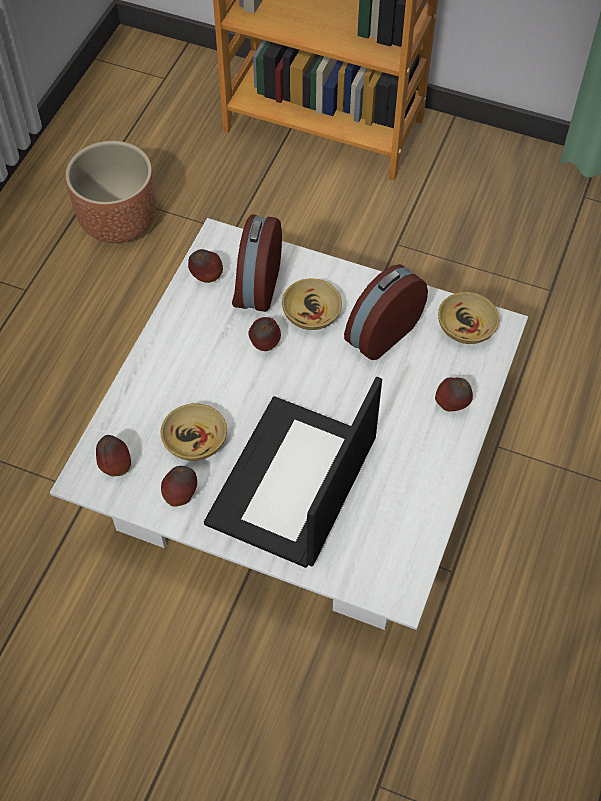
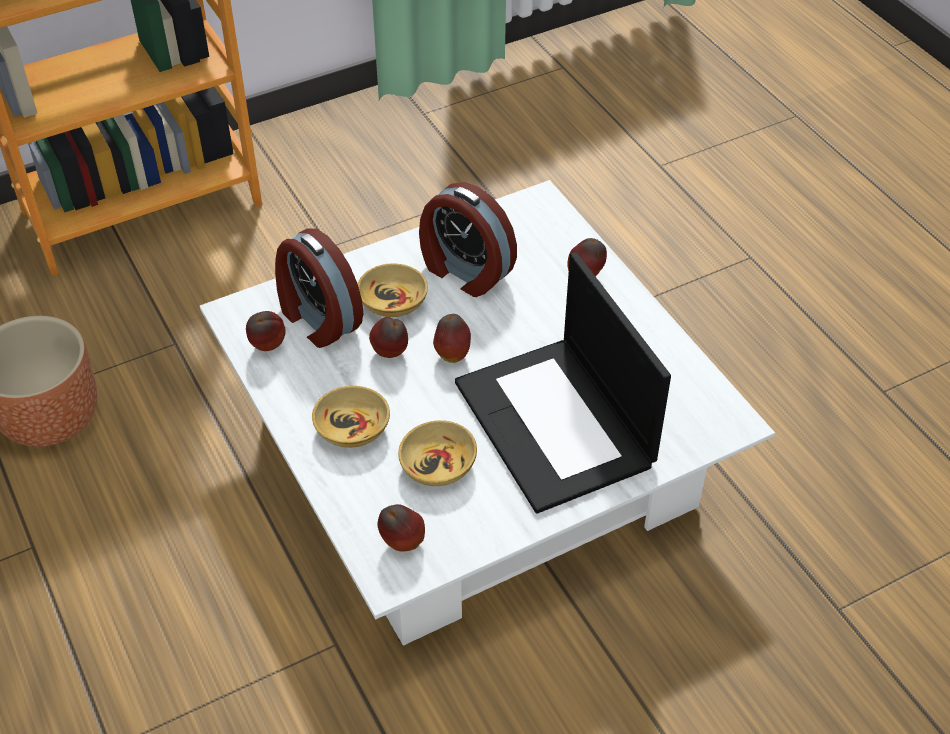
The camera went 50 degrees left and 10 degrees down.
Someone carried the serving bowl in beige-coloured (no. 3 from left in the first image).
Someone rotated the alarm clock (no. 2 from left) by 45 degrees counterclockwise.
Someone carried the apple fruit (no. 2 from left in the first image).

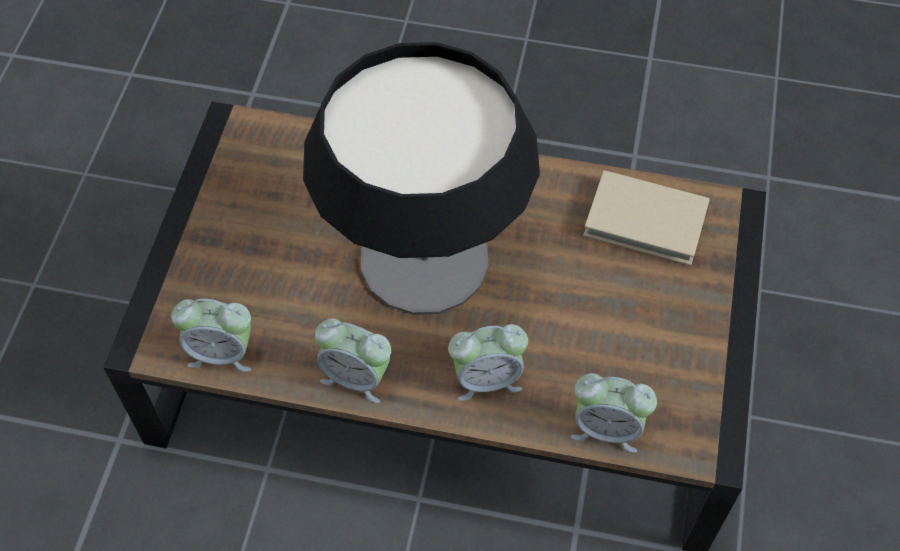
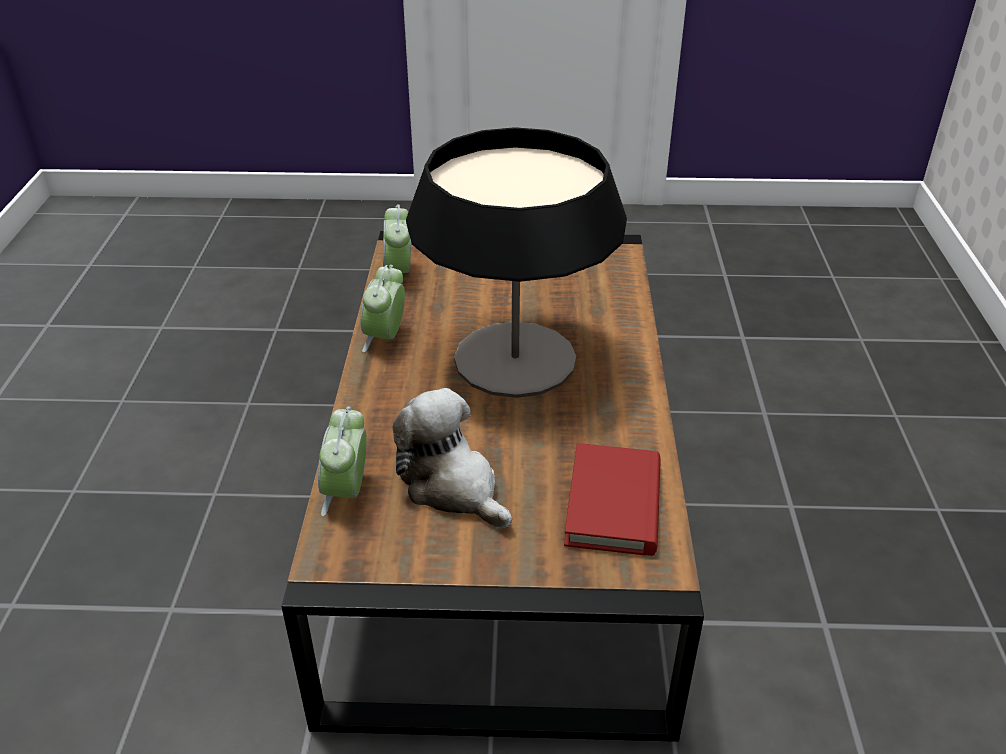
The camera went 80 degrees right and 20 degrees down.
Someone put down the cuddly toy.
Someone repainted the volume in beige-coloured, which became the volume in reddish.
Someone took away the alarm clock (no. 3 from left).

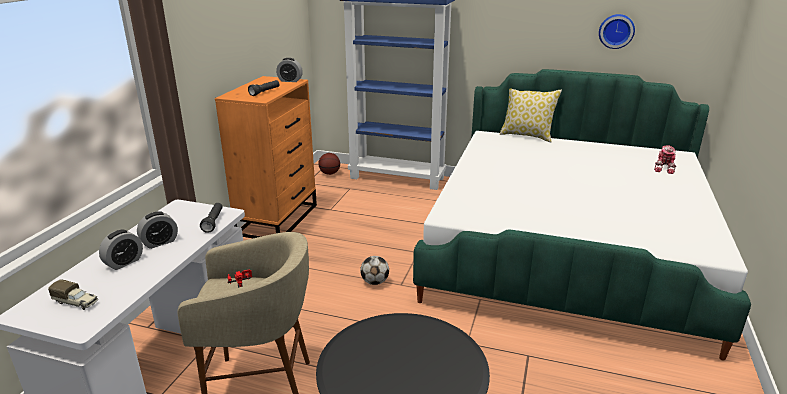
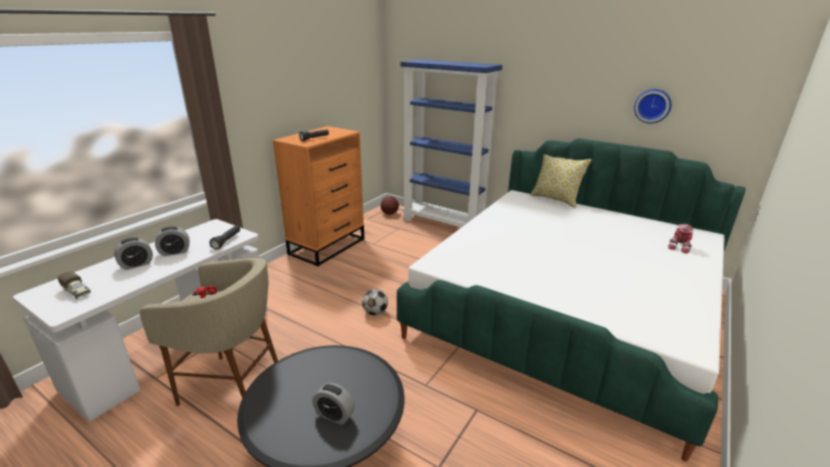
The camera went 15 degrees right and 0 degrees up.
Someone carried the alarm clock (no. 3 from left).

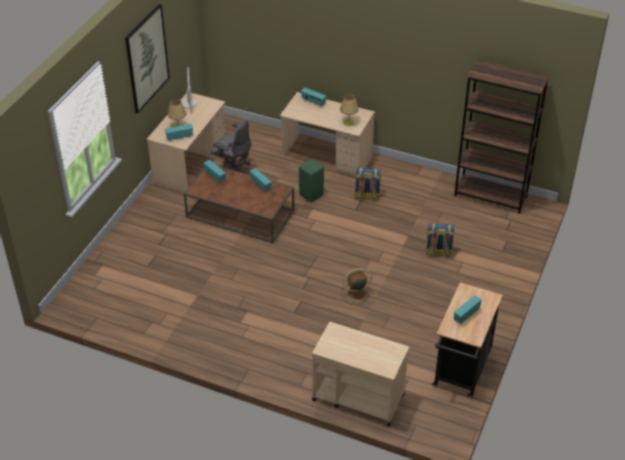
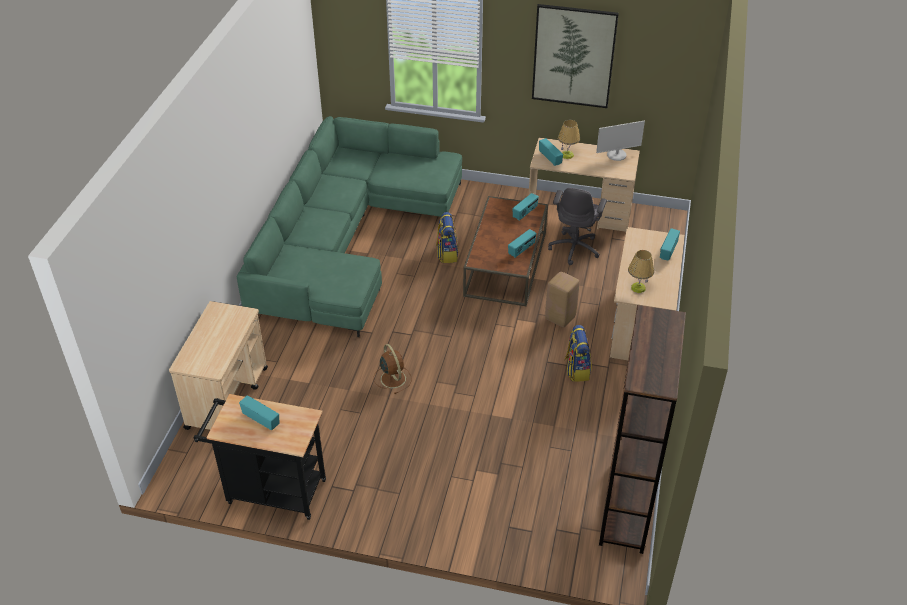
The camera went 80 degrees right and 0 degrees up.
Someone put down the couch in green.
Someone carried the knapsack (no. 2 from left in the first image).
Someone repainted the sitting stool in green, which became the sitting stool in beige-coloured.

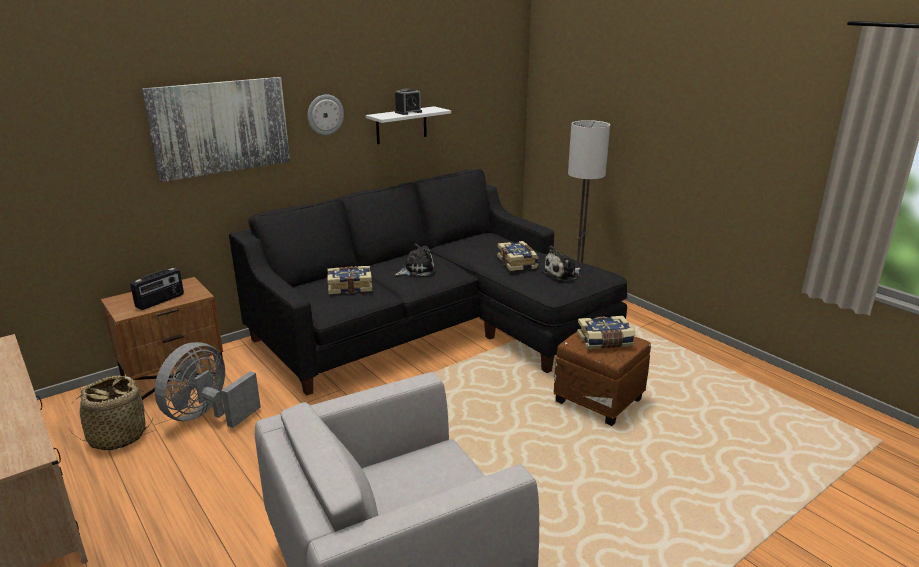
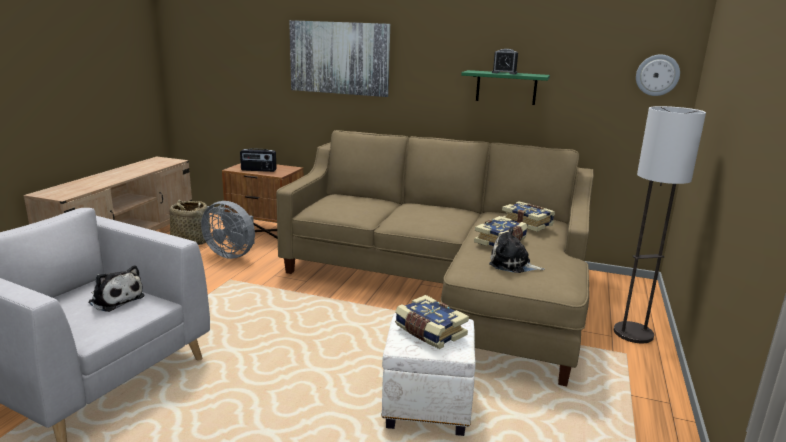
The camera went 55 degrees right and 5 degrees down.
Someone carried the cuddly toy (no. 1 from left).
Someone rotated the electric fan in gray by 150 degrees counterclockwise.
Someone repainted the couch in black-coloured, which became the couch in beige-coloured.
Someone repainted the ottoman in brown-coloured, which became the ottoman in white.
Someone repainted the wall shelf in white, which became the wall shelf in green.
Someone carried the volume (no. 1 from left in the first image).
Someone carried the clock on the wall.

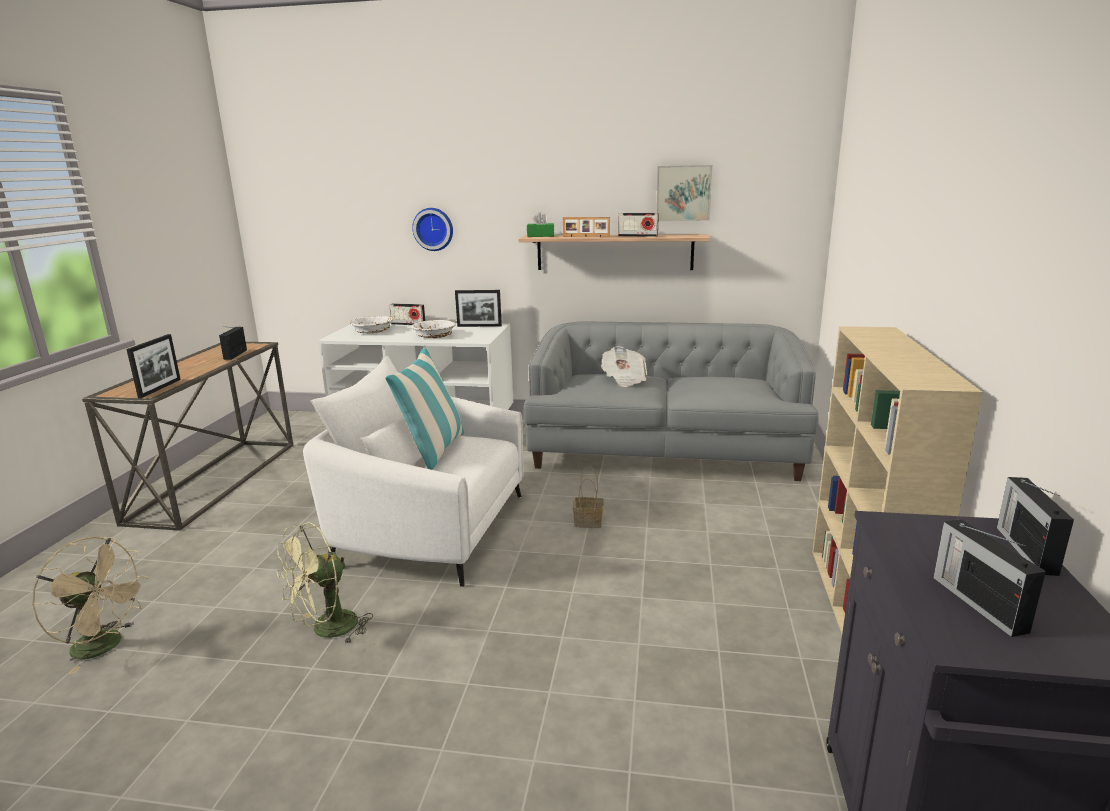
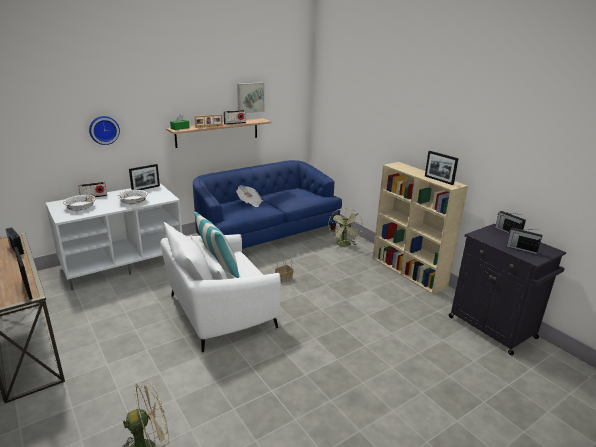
The camera went 45 degrees left and 5 degrees up.
Someone repainted the couch in gray, which became the couch in bluish.
Someone carried the electric fan in green.
Someone put down the standing frame (no. 4 from left).

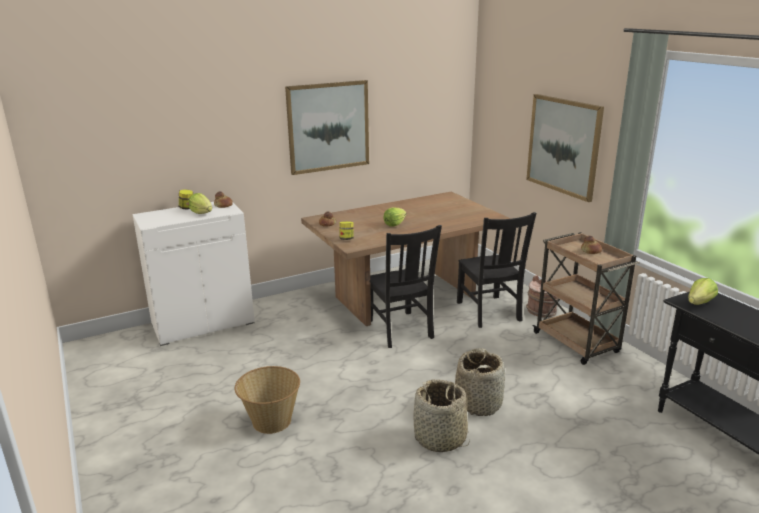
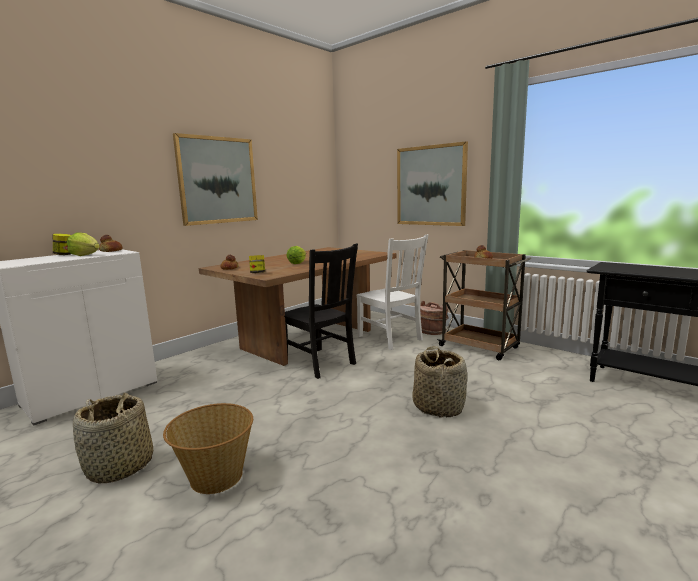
The camera went 20 degrees left and 10 degrees down.
Someone carried the basket (no. 2 from left in the first image).
Someone repainted the chair in black-coloured (no. 2 from left), which became the chair in white.
Someone took away the head of lettuce (no. 3 from left).

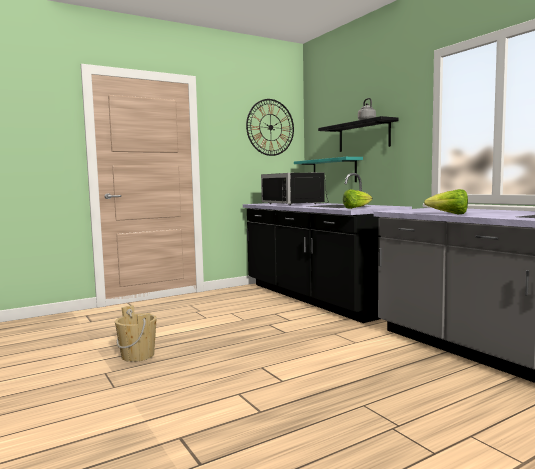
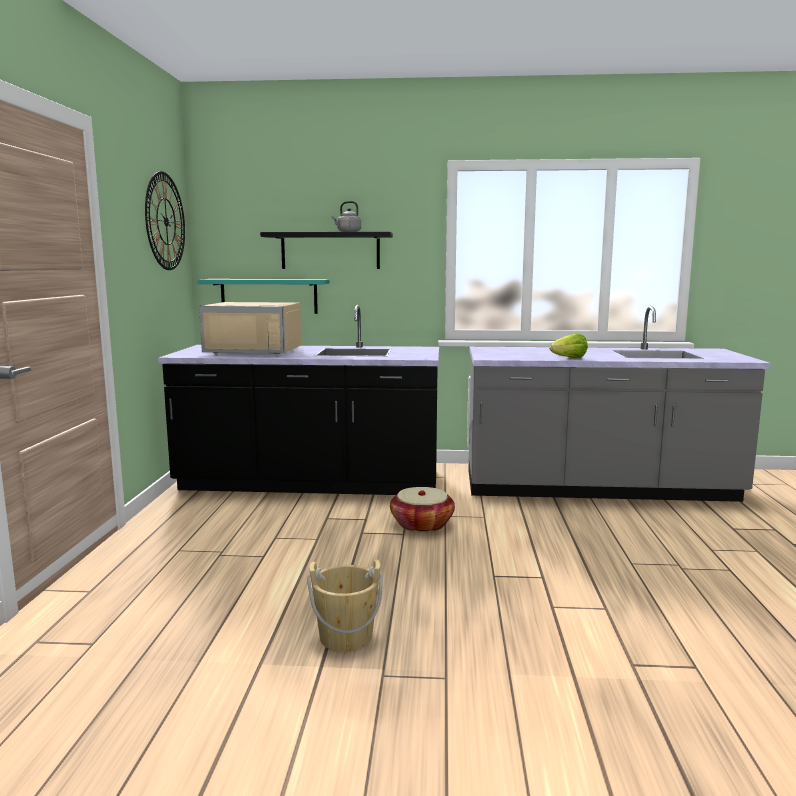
The camera went 55 degrees left and 5 degrees up.
Someone repainted the kitchen microwave in black-coloured, which became the kitchen microwave in beige-coloured.
Someone put down the basket.
Someone took away the head of lettuce (no. 1 from left).

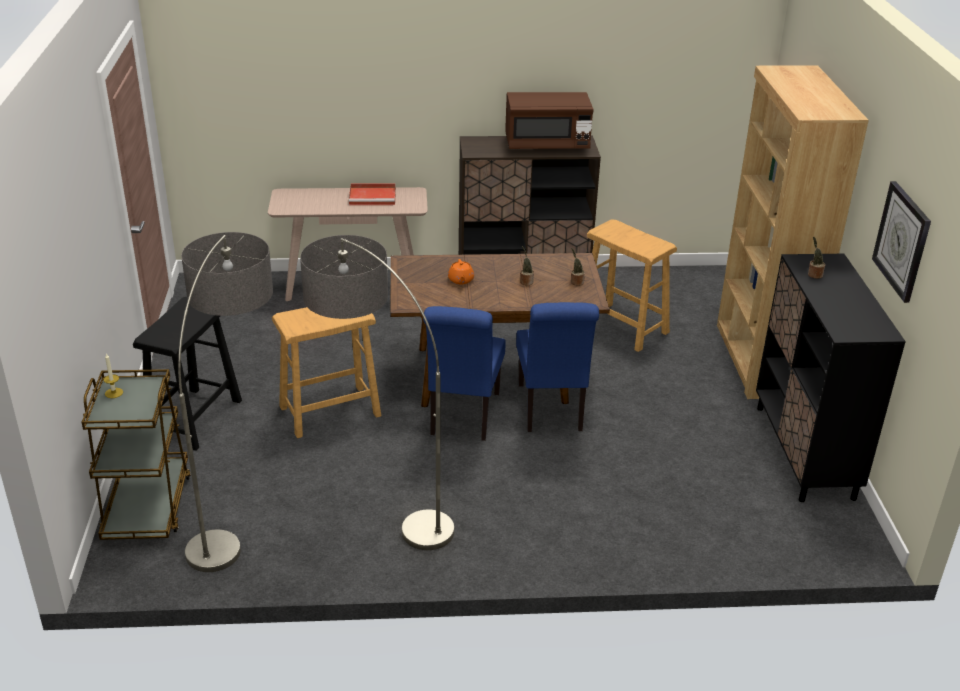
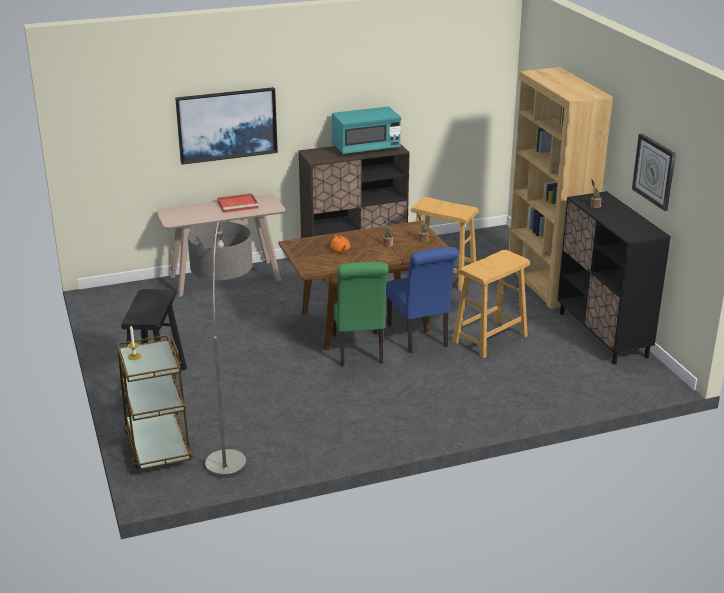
The camera went 15 degrees left and 5 degrees down.
Someone put up the wall art.
Someone repainted the kitchen microwave in brown-coloured, which became the kitchen microwave in turquoise.
Someone repainted the chair in bluish (no. 1 from left), which became the chair in green.
Someone carried the sitting stool in beige-coloured (no. 1 from left in the first image).
Someone took away the standing lamp (no. 2 from left).

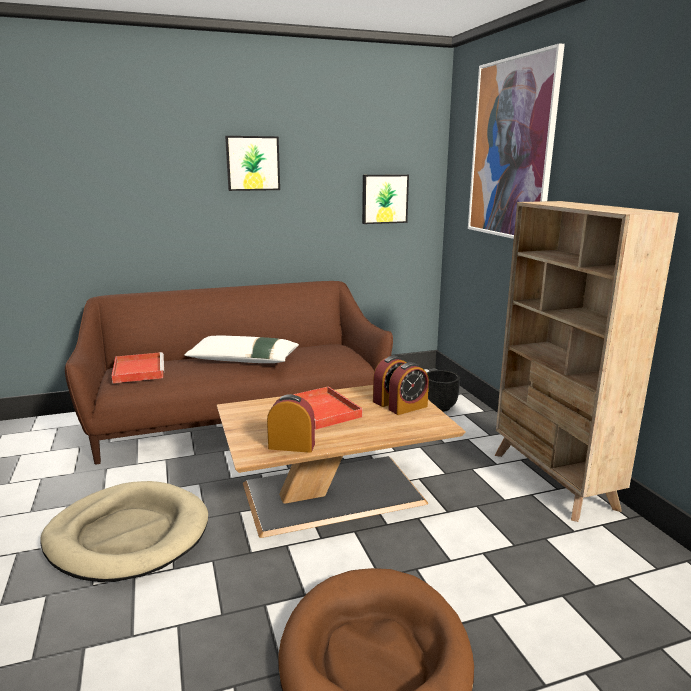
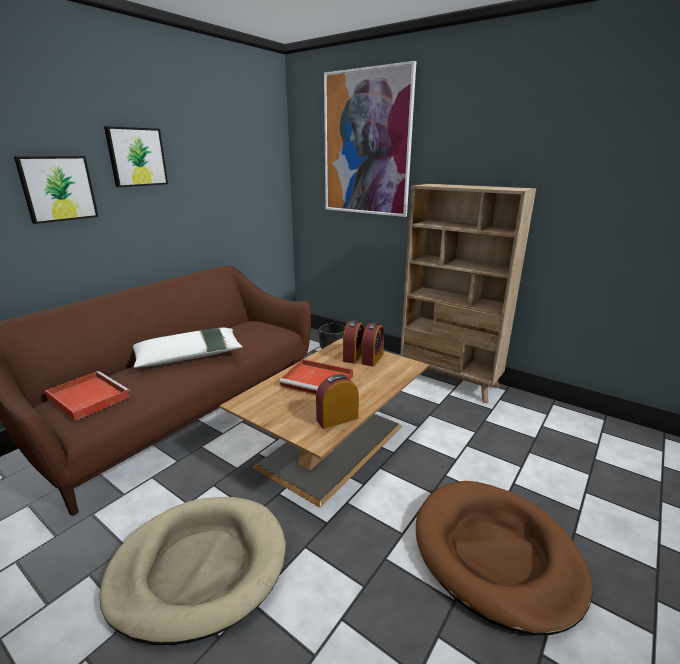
The camera went 35 degrees left and 5 degrees up.
Someone carried the wall art (no. 2 from left in the first image).

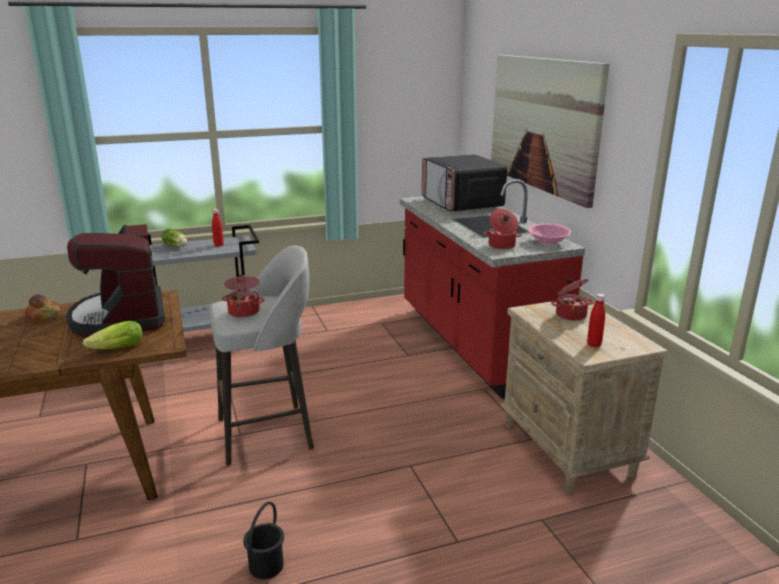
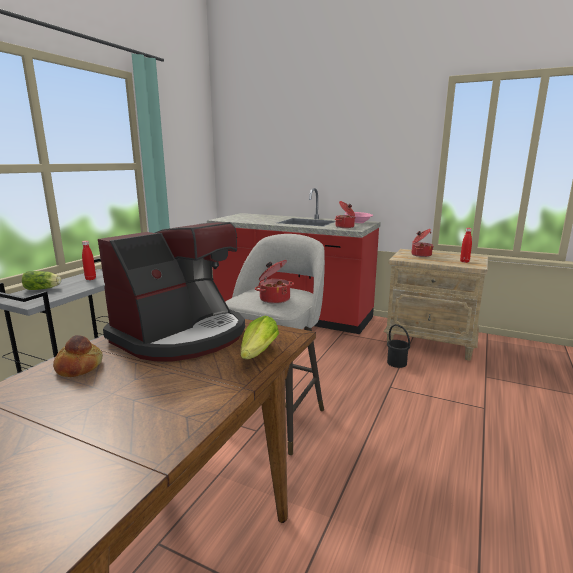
The camera went 45 degrees left and 5 degrees down.
Someone rotated the coffee machine by 75 degrees counterclockwise.
Someone carried the water bucket in black-coloured.
Someone took away the kitchen microwave.
Someone took away the wall art.

